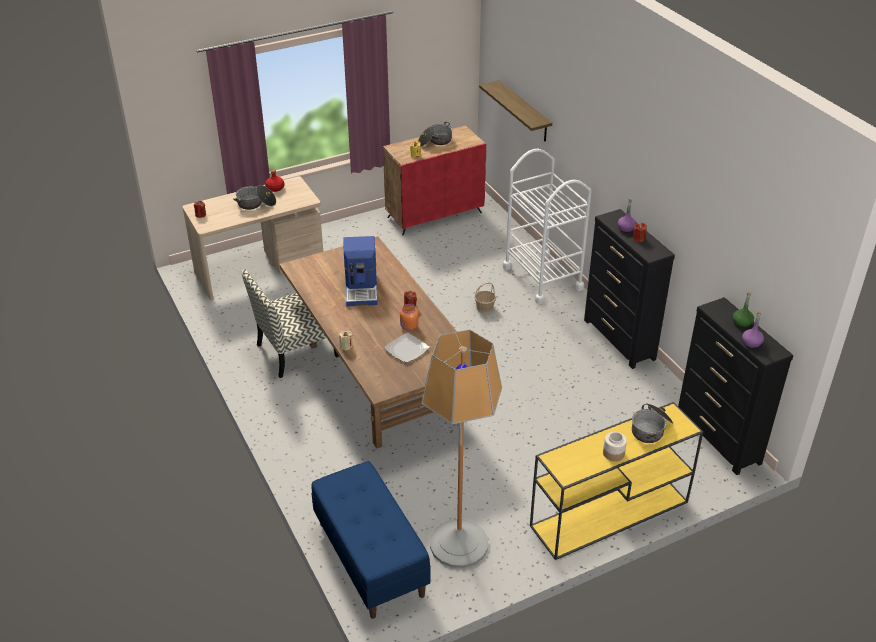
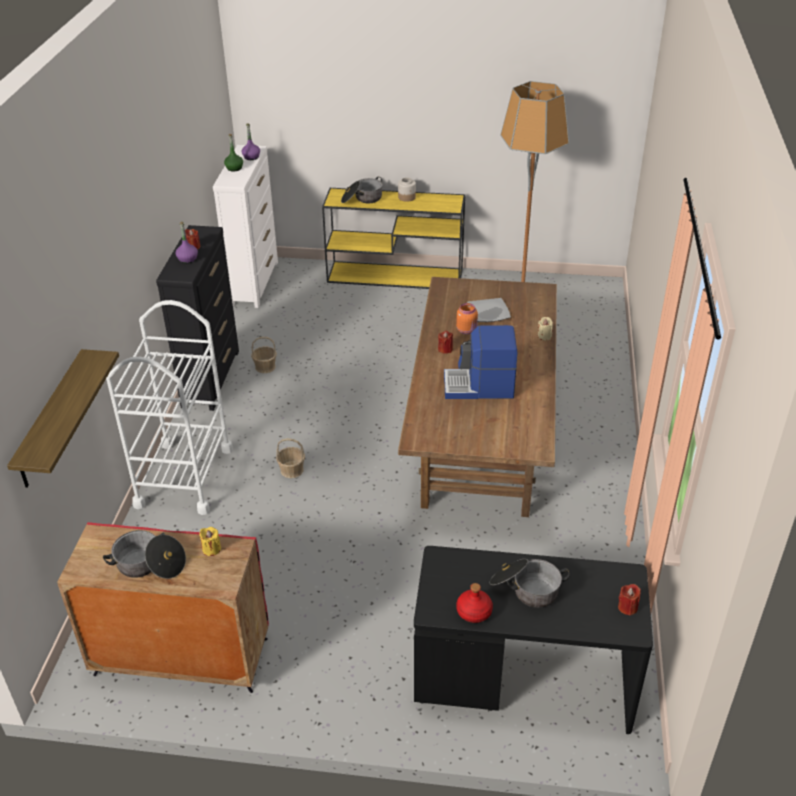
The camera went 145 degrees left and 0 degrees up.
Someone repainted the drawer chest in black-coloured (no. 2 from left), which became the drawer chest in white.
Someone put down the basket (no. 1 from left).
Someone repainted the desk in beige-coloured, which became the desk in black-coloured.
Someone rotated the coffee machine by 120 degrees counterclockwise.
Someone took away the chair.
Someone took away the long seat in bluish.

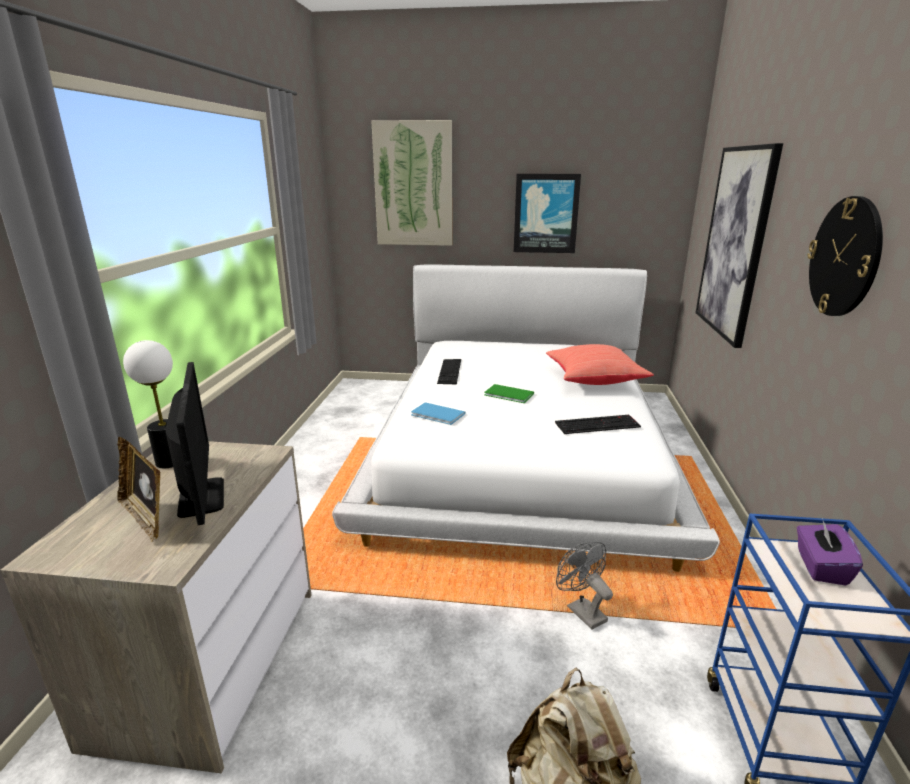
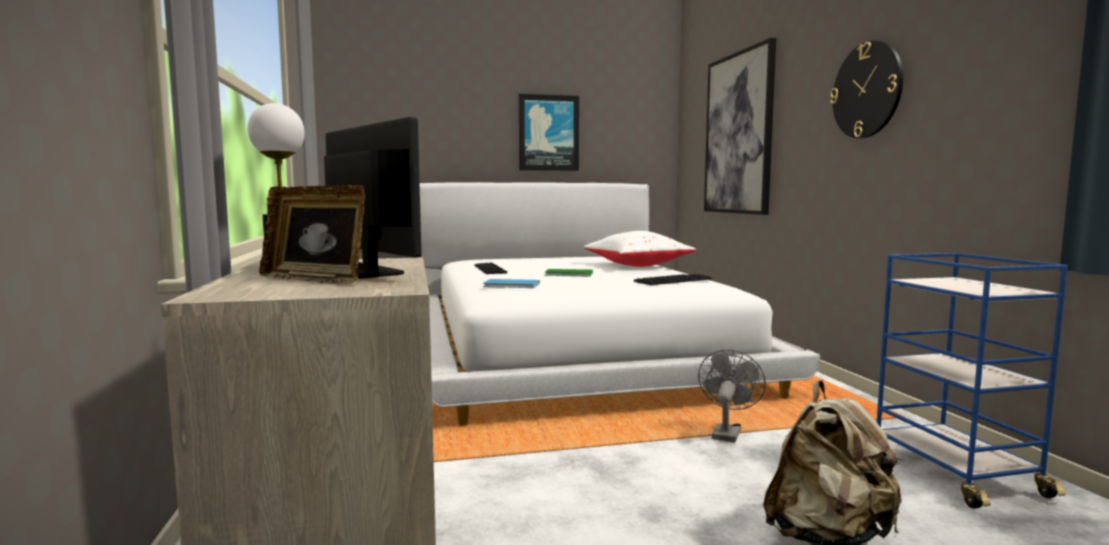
The camera went 20 degrees left and 15 degrees down.
Someone repainted the pillow in reddish, which became the pillow in white.
Someone rotated the electric fan in gray by 75 degrees clockwise.
Someone took away the wall art (no. 1 from left).
Someone took away the box of tissues in purplish.

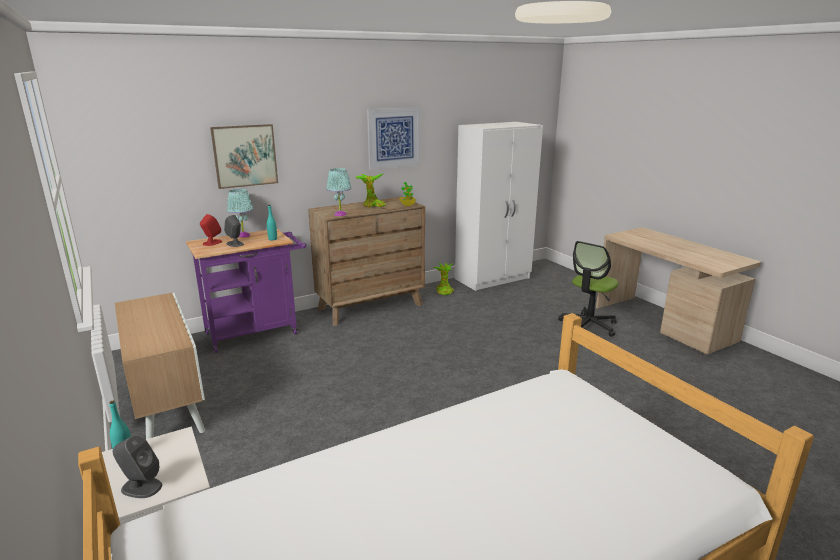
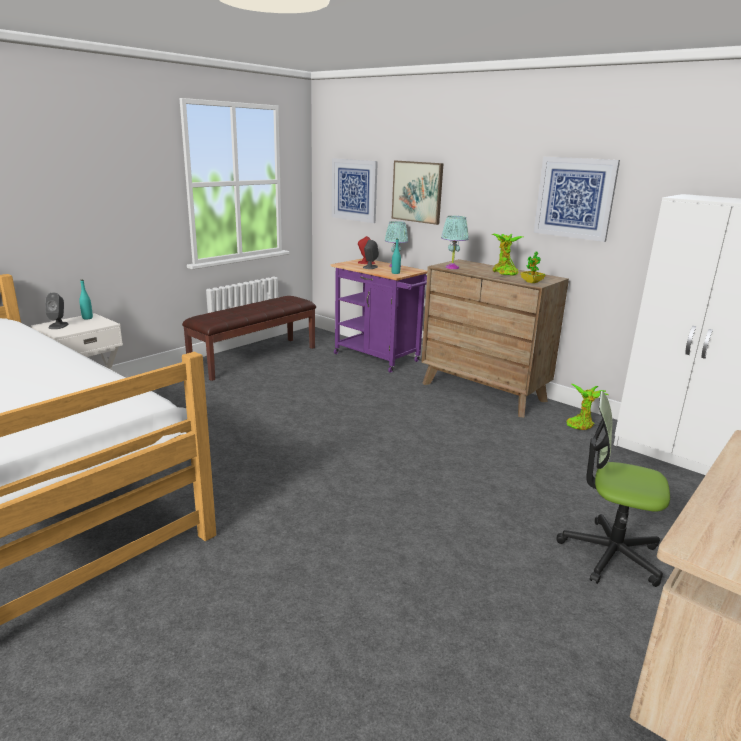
The camera went 70 degrees right and 0 degrees up.
Someone swapped the cupboard for the long seat in brown-coloured.
Someone put up the wall art (no. 1 from left).

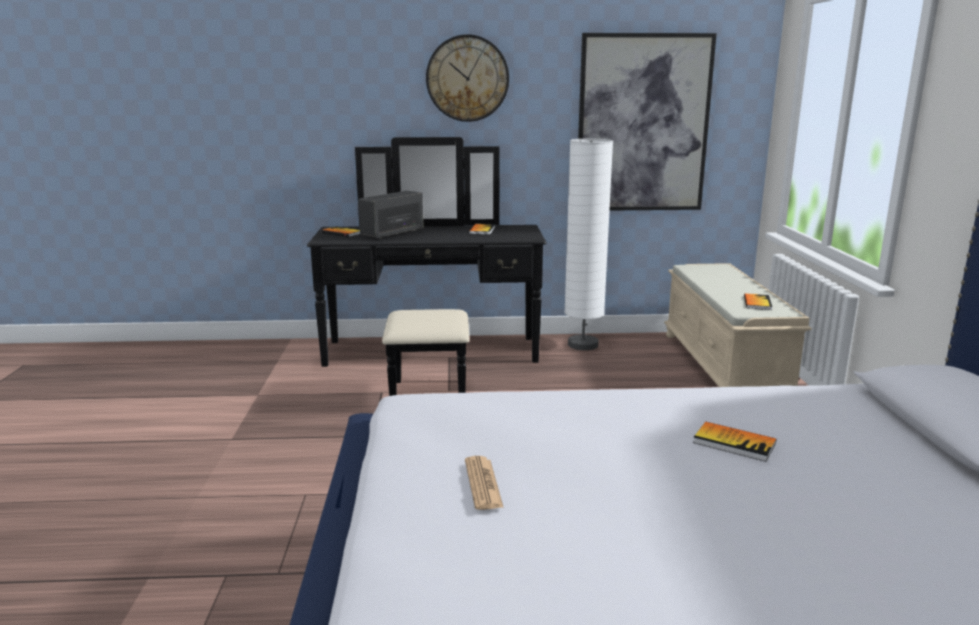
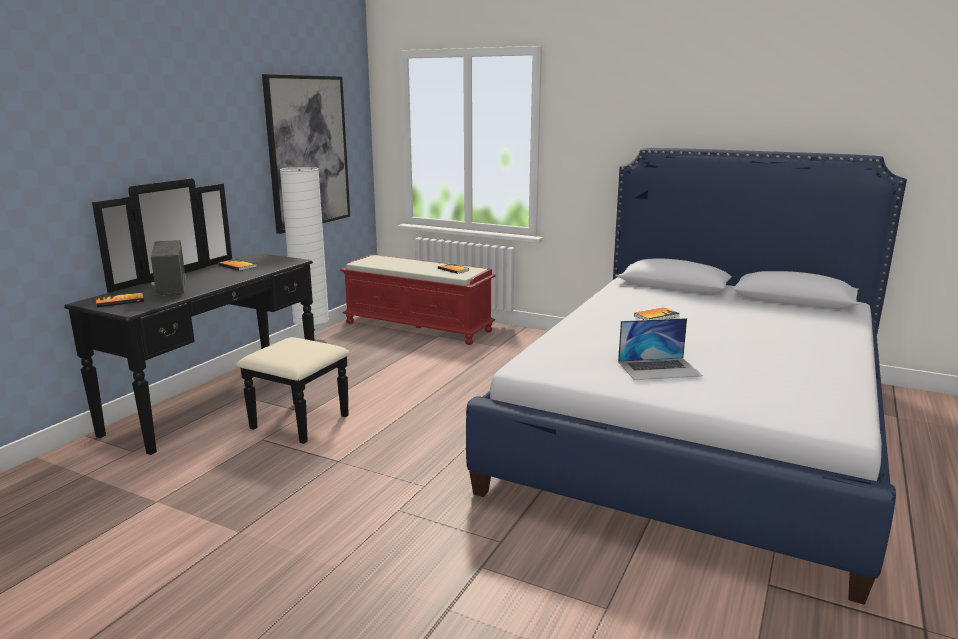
The camera went 60 degrees left and 0 degrees up.
Someone repainted the long seat in beige-coloured, which became the long seat in reddish.
Someone swapped the printed paper for the laptop.
Someone took away the clock on the wall.

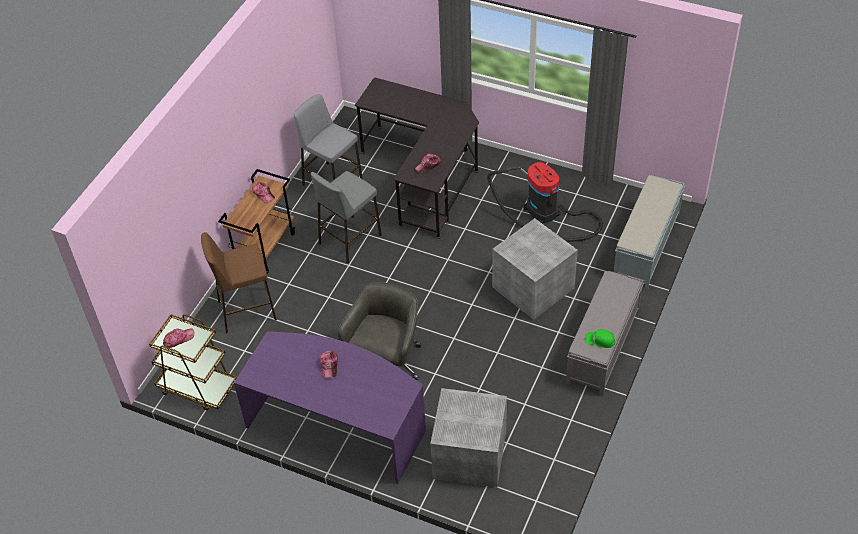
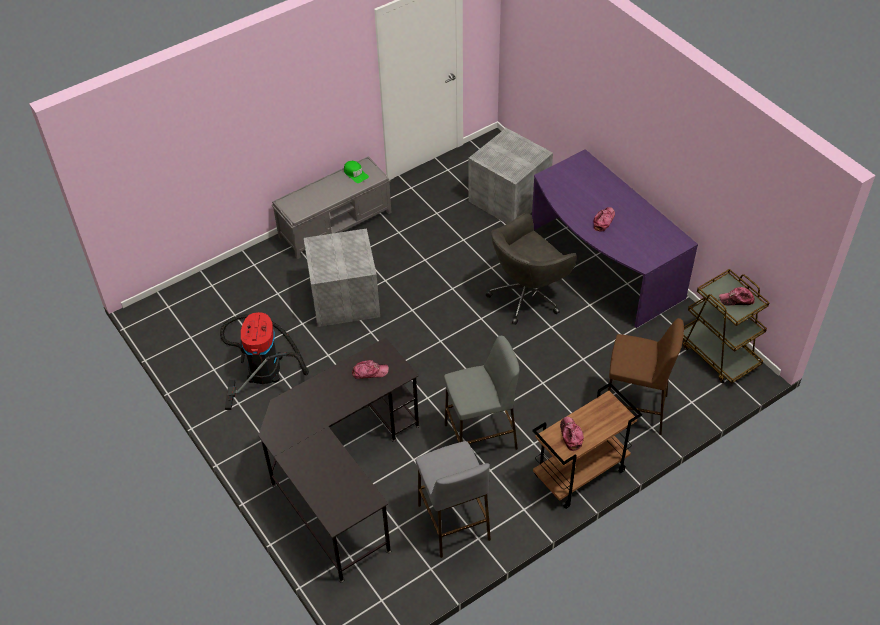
The camera went 150 degrees left and 0 degrees up.
Someone took away the long seat in gray (no. 2 from left).

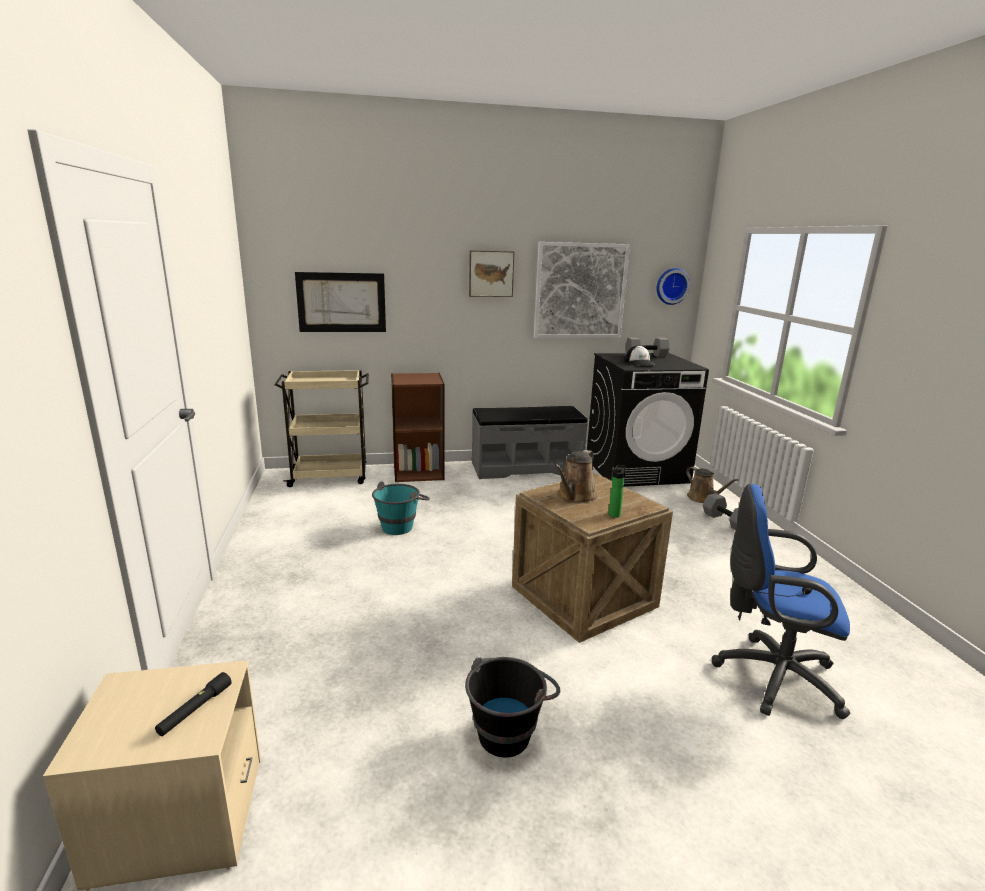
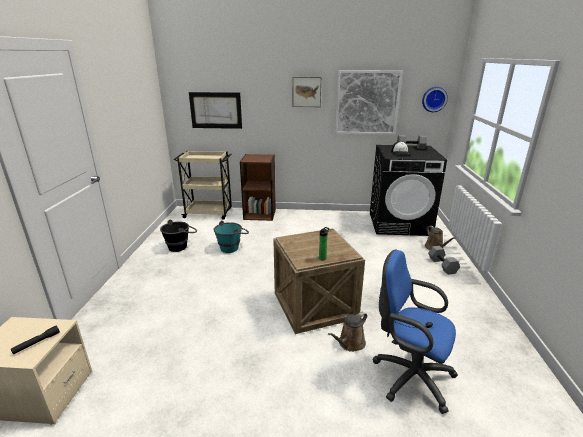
The camera went 15 degrees right and 5 degrees up.
Someone carried the water bucket in black-coloured.
Someone carried the watering pot in brown-coloured (no. 1 from left).
Someone took away the long seat in gray.

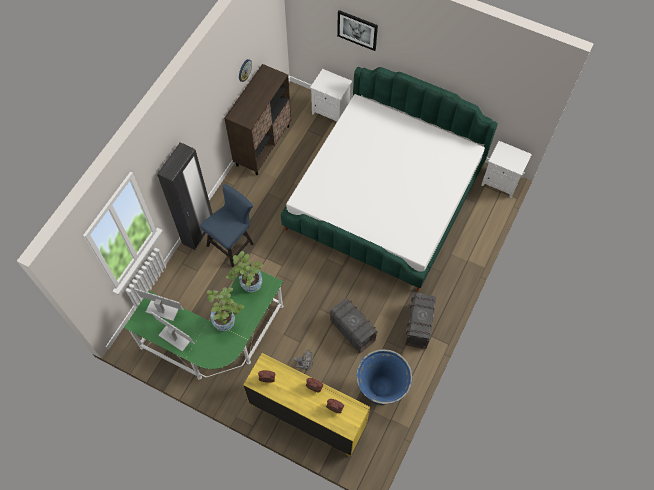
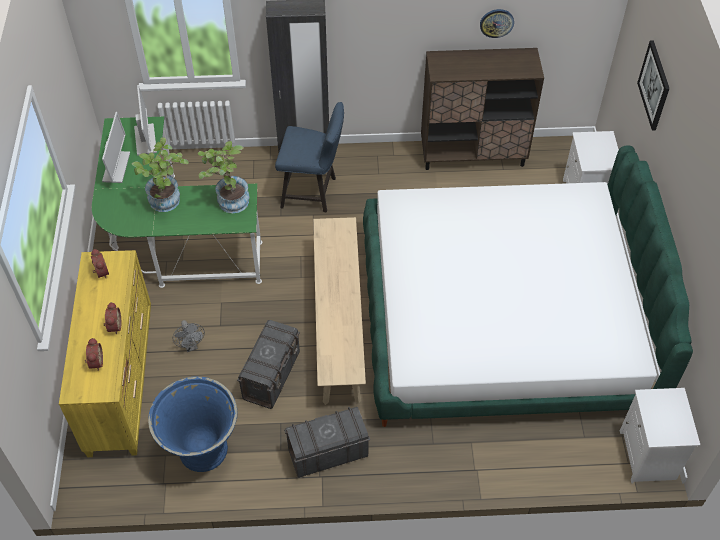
The camera went 60 degrees right and 10 degrees down.
Someone put down the long seat in beige-coloured.

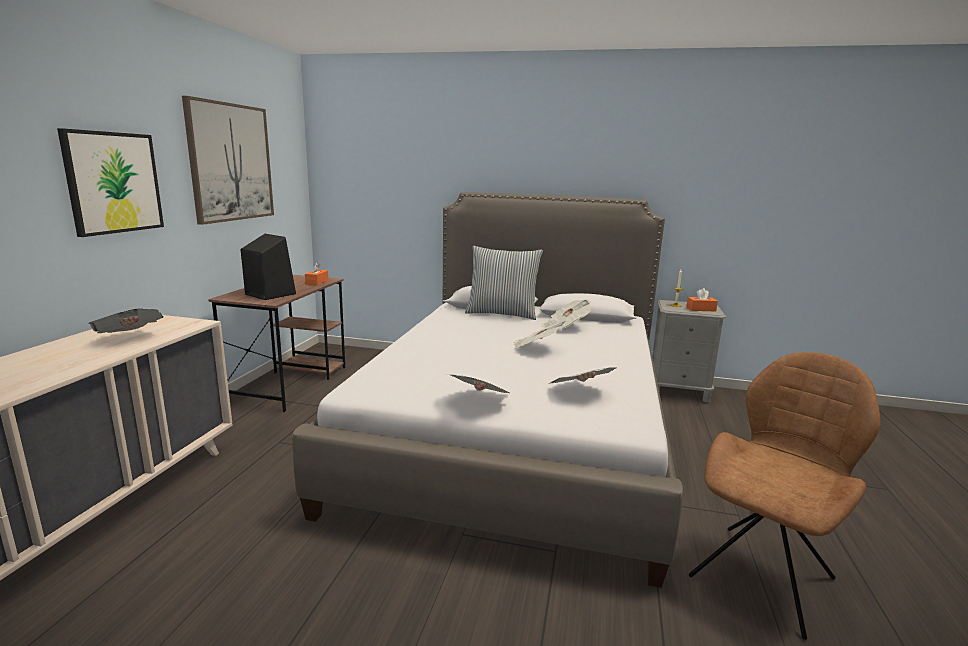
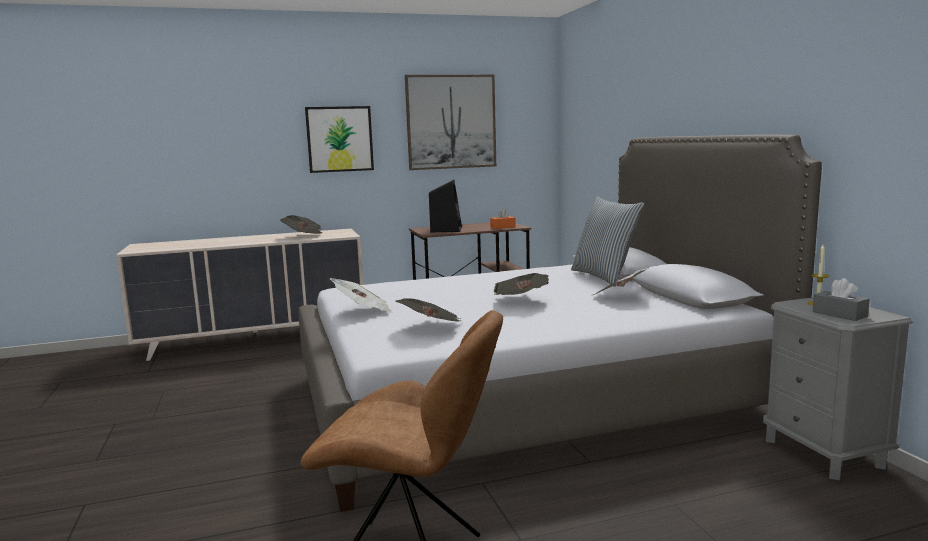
The camera went 60 degrees right and 5 degrees down.
Someone repainted the box of tissues in orange-coloured (no. 2 from left), which became the box of tissues in gray.

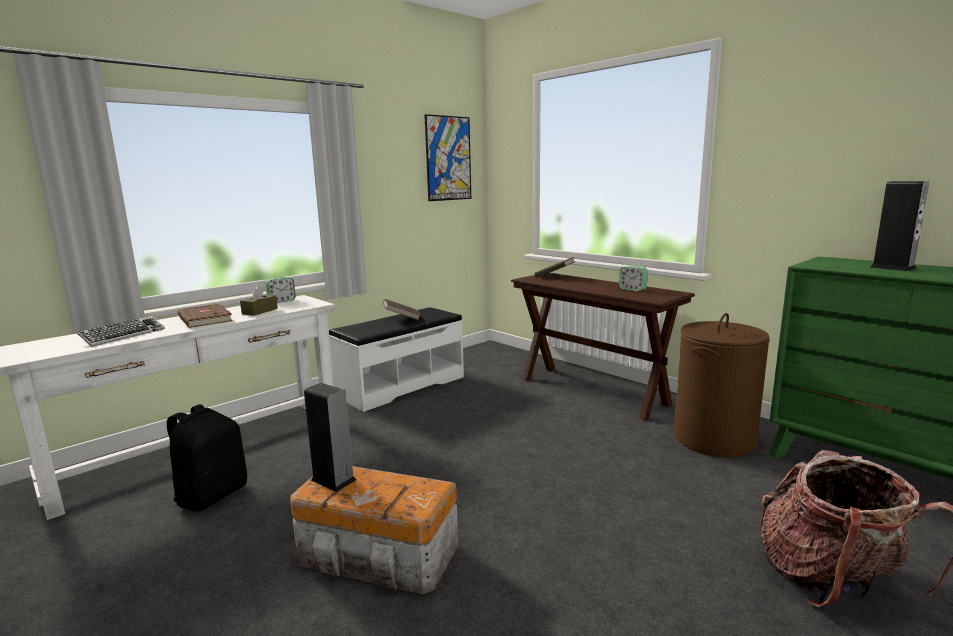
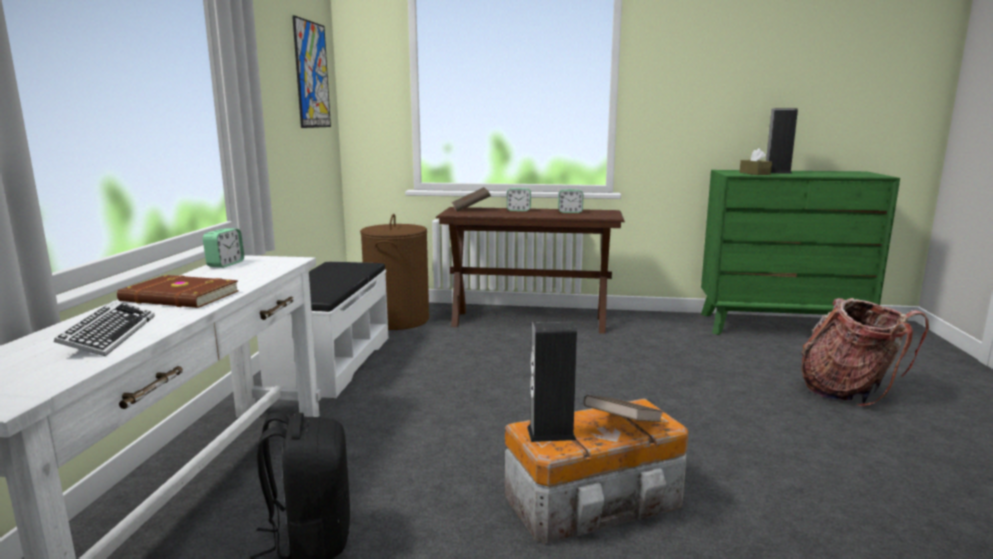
The camera went 40 degrees left and 0 degrees up.
Someone carried the hamper in brown-coloured.
Someone put down the alarm clock (no. 2 from left).
Someone carried the volume in brown-coloured (no. 2 from left in the first image).
Someone carried the box of tissues in brown-coloured.

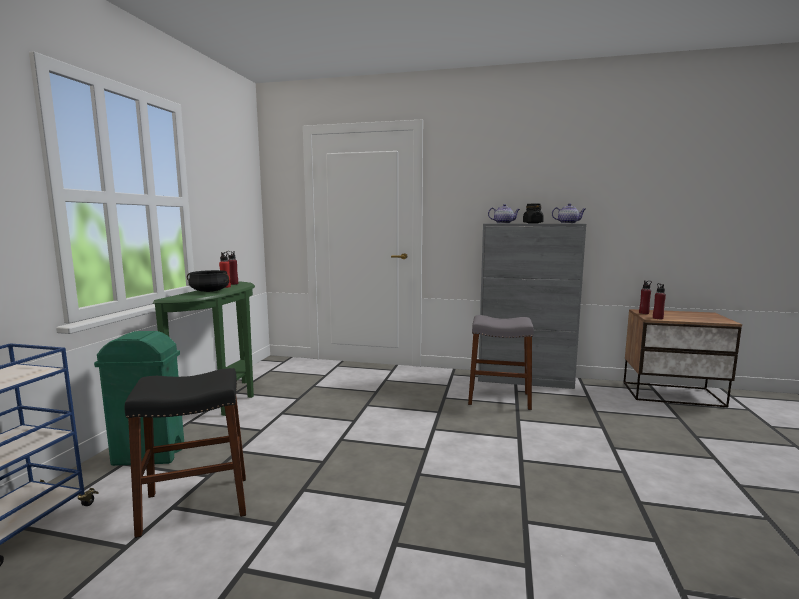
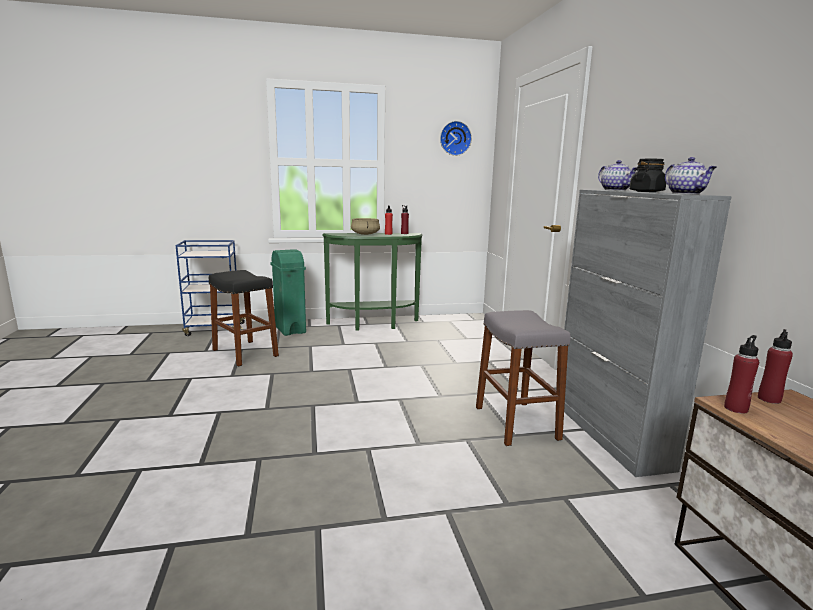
The camera went 65 degrees right and 5 degrees up.
Someone repainted the cooking pot in black-coloured, which became the cooking pot in beige-coloured.
Someone put up the clock on the wall.

